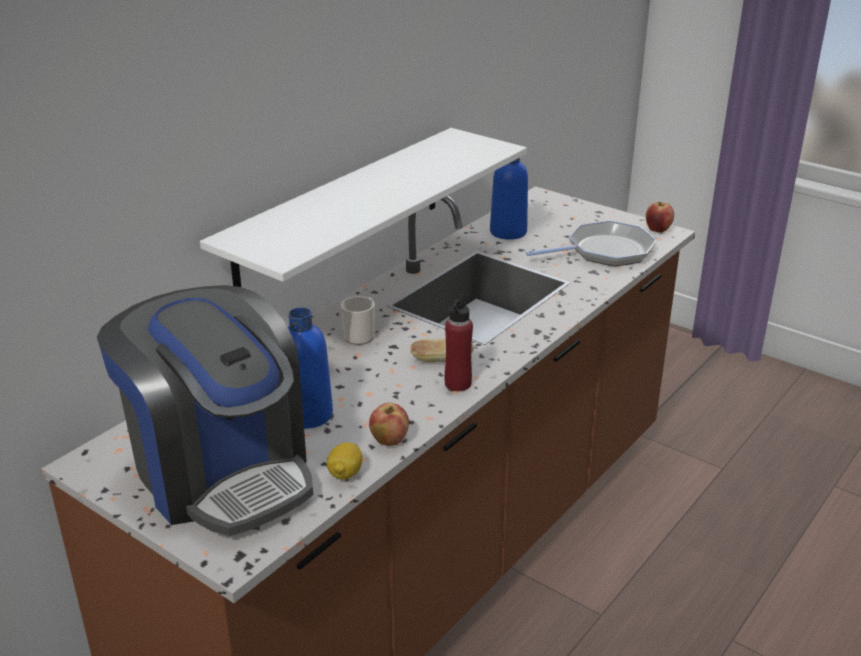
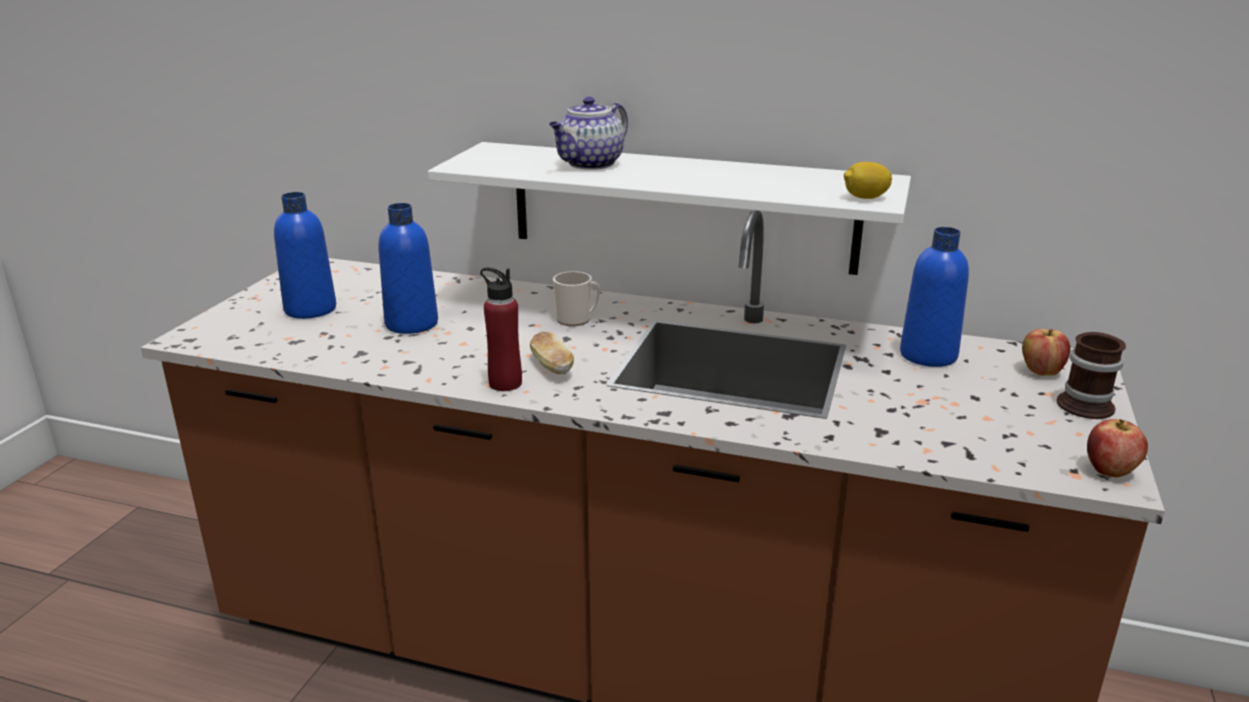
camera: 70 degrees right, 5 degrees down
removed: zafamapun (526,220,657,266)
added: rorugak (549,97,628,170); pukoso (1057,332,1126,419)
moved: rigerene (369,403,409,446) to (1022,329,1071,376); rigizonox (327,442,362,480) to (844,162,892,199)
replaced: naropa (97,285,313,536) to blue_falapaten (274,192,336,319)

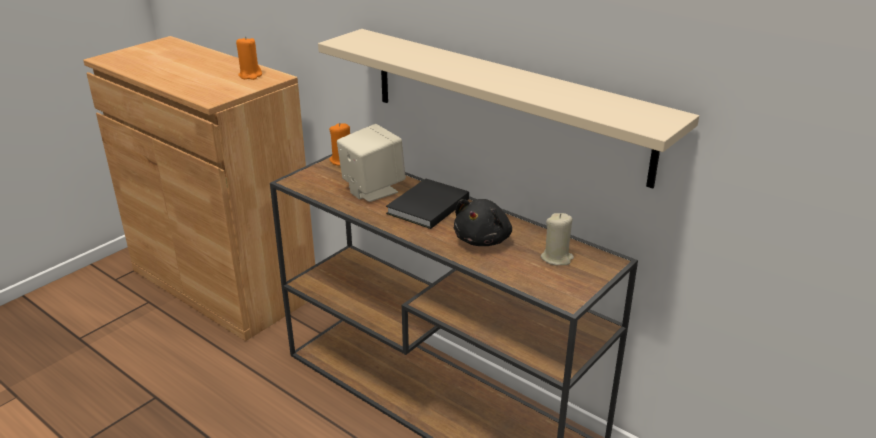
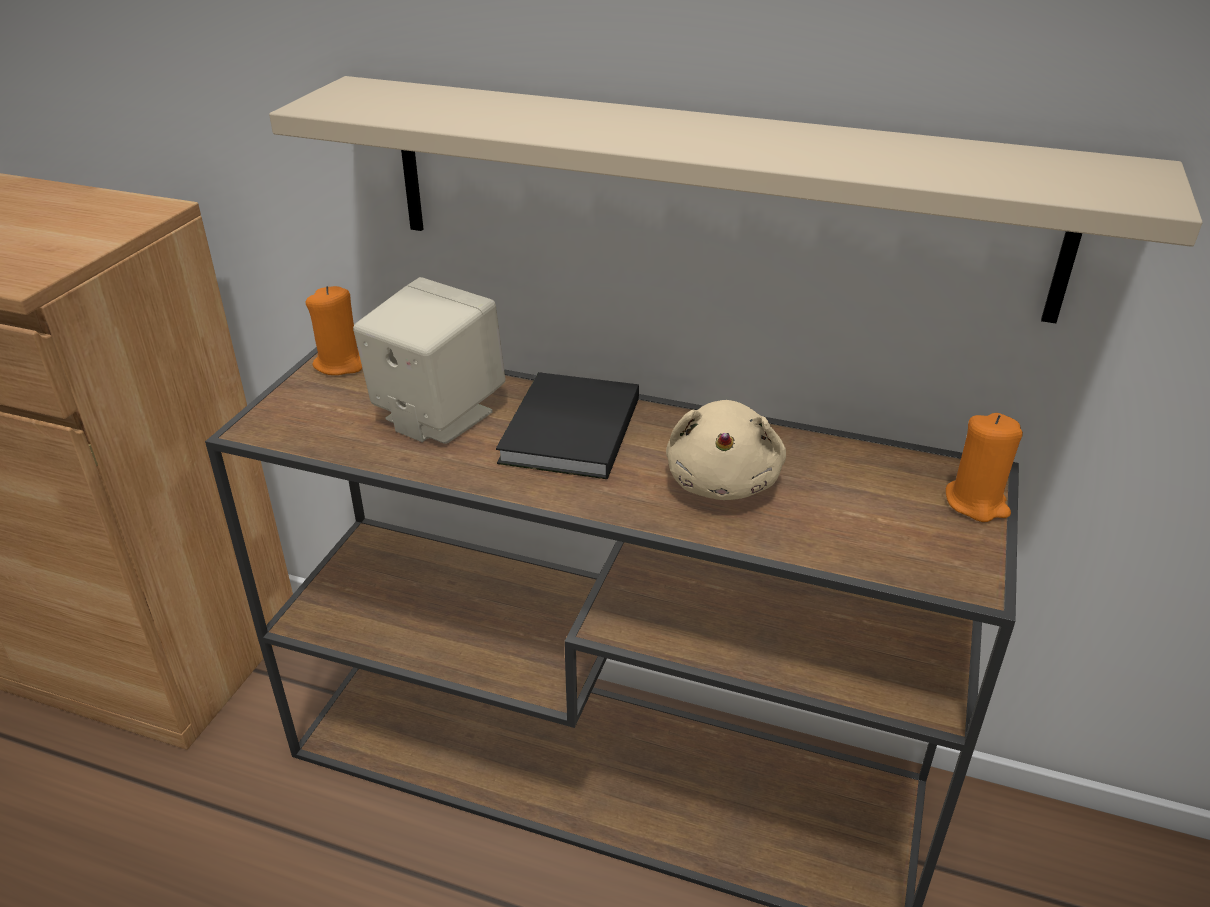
camera: 20 degrees left, 5 degrees up
removed: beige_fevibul (541,213,574,265)
moved: orange_fevibul (236,36,262,80) to (946,413,1023,522)
recoloured: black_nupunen (454,199,512,246) to beige_nupunen (666,400,786,500)

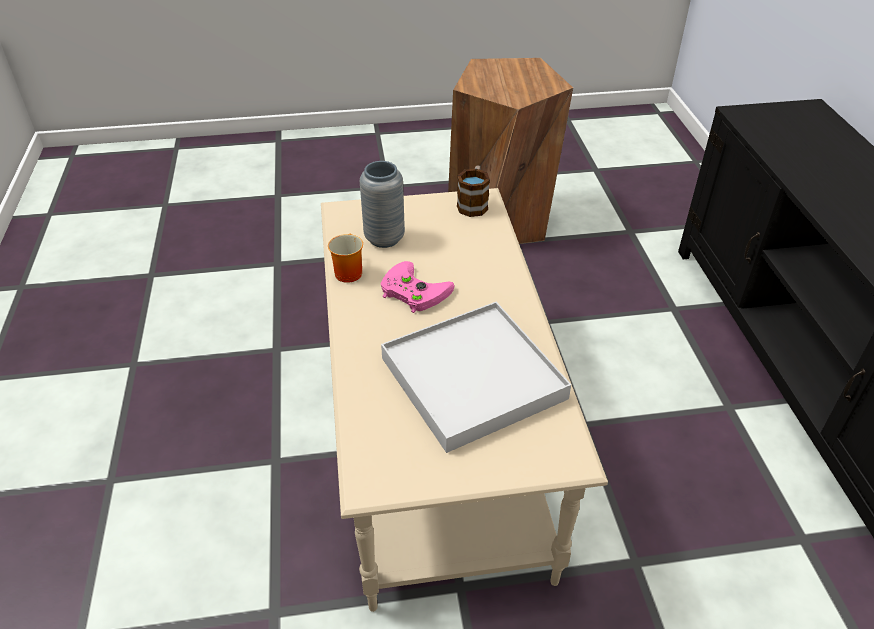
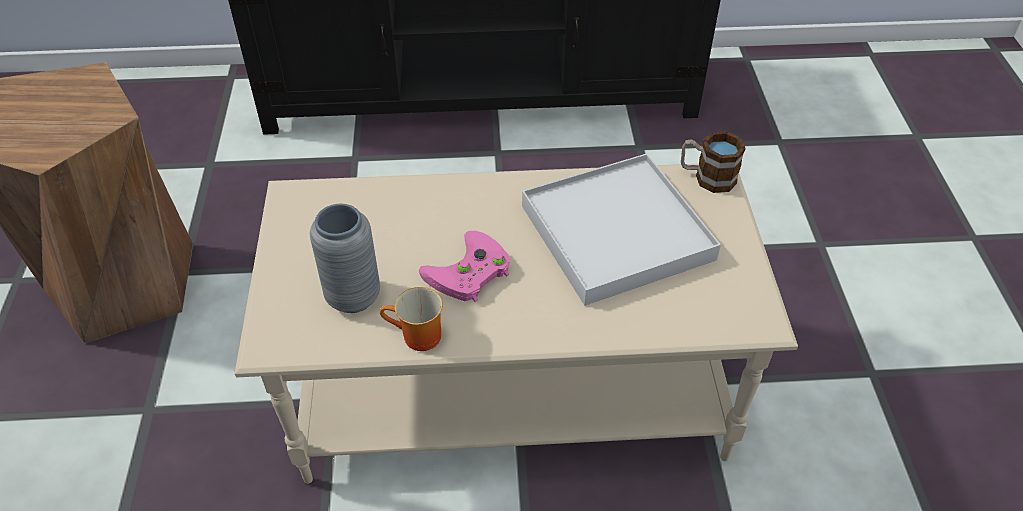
camera: 85 degrees left, 5 degrees up
moved: pukoso (457,165,490,217) to (681,131,746,193)

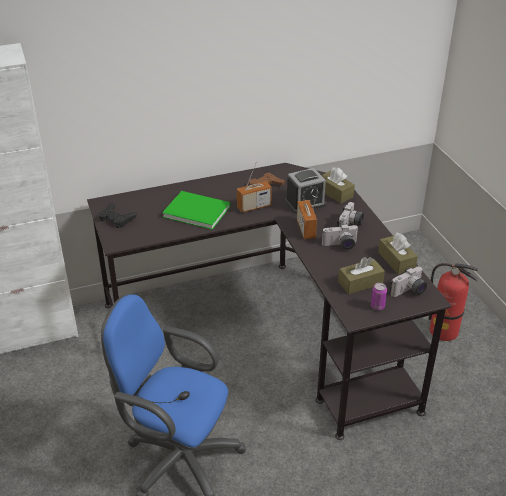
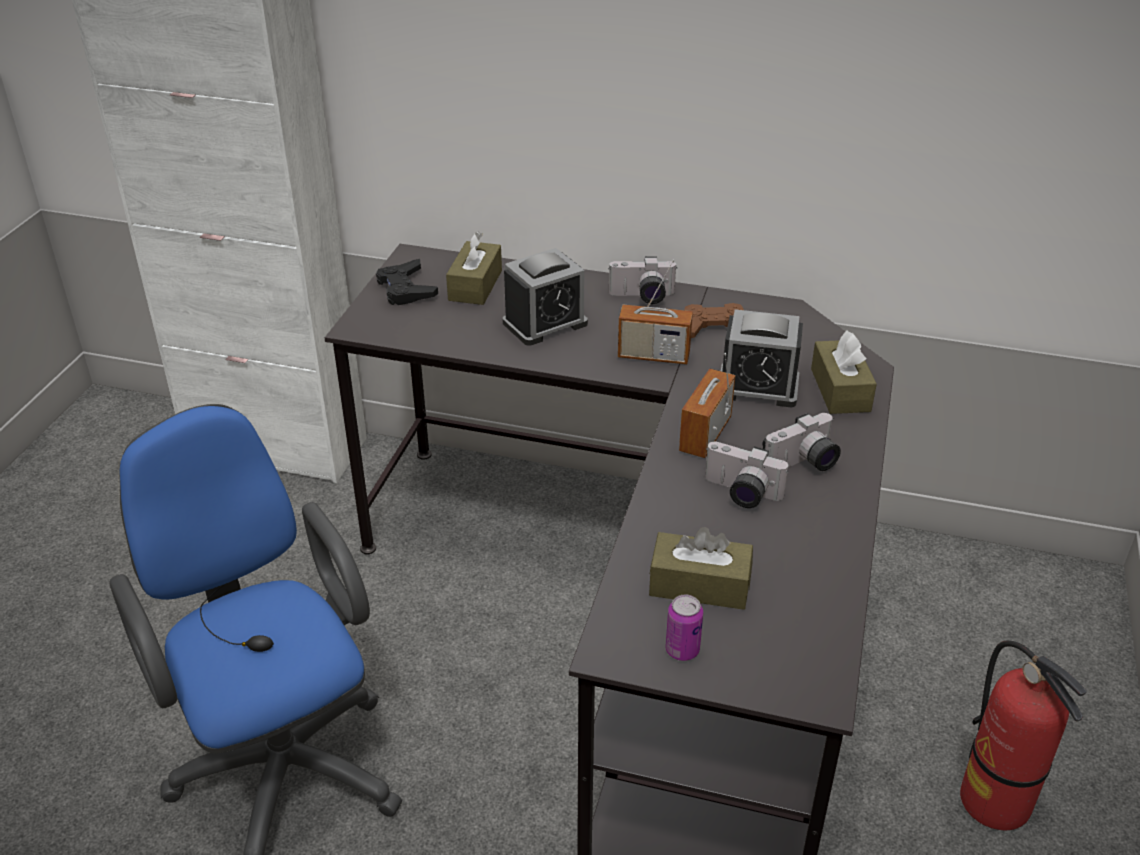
camera: 35 degrees right, 0 degrees up
moved: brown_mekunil (378,232,418,274) to (446,231,502,305); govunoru (389,266,427,297) to (608,257,678,304)
replaced: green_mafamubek (162,191,231,230) to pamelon (503,248,588,346)

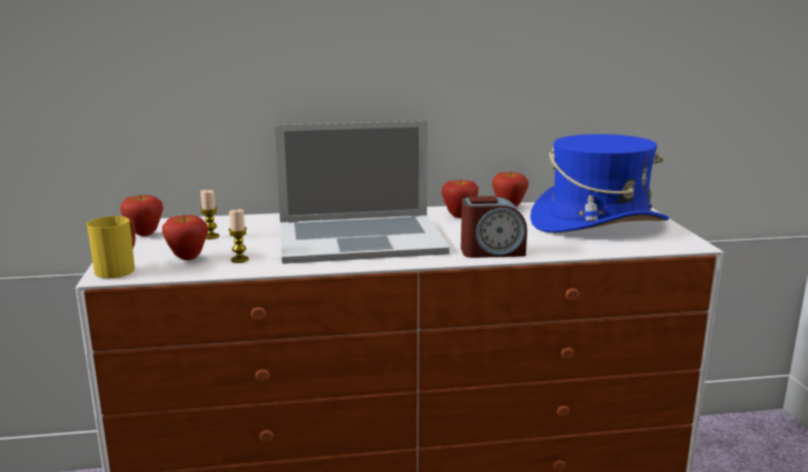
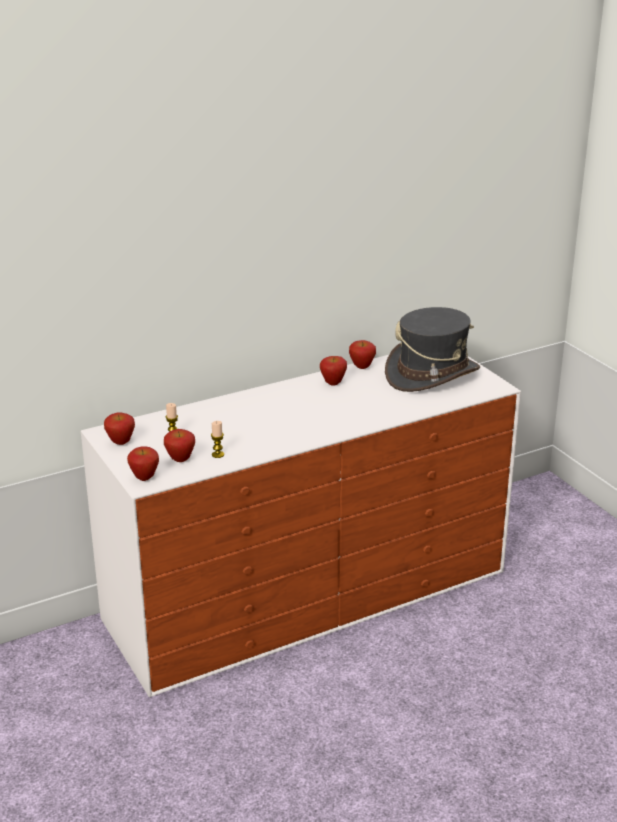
camera: 20 degrees left, 10 degrees up
removed: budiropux (275,121,450,264); pamelon (461,196,527,258)
replaced: yellow_pukoso (87,216,136,278) to rigerene (127,447,159,481)
recoloured: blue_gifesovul (530,134,669,233) to grey_gifesovul (385,307,480,392)

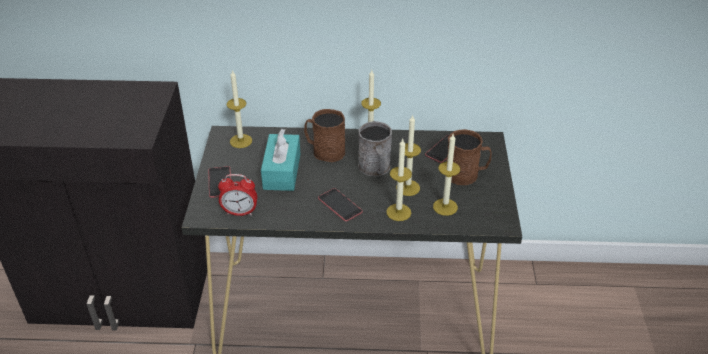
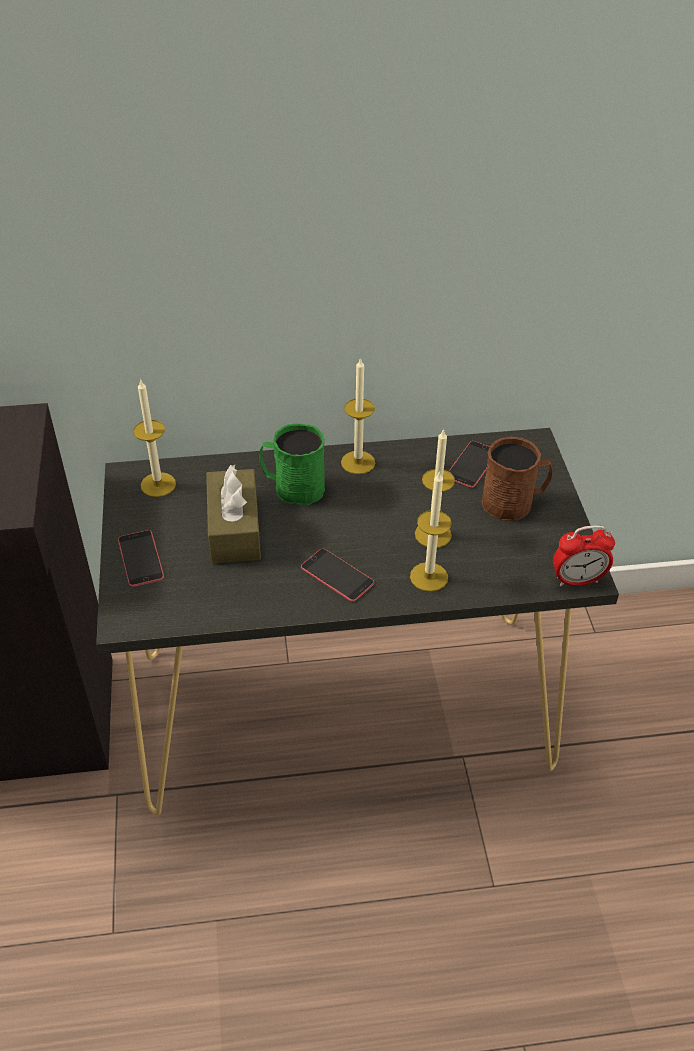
camera: 10 degrees left, 5 degrees up
removed: grey_pukoso (358,121,392,177); fevibul (433,134,460,216)
moved: pamelon (218,174,257,216) to (553,525,615,586)
recoloured: brown_pukoso (304,109,345,162) to green_pukoso (259,424,325,505); turquoise_mekunil (261,129,300,191) to brown_mekunil (206,465,261,564)

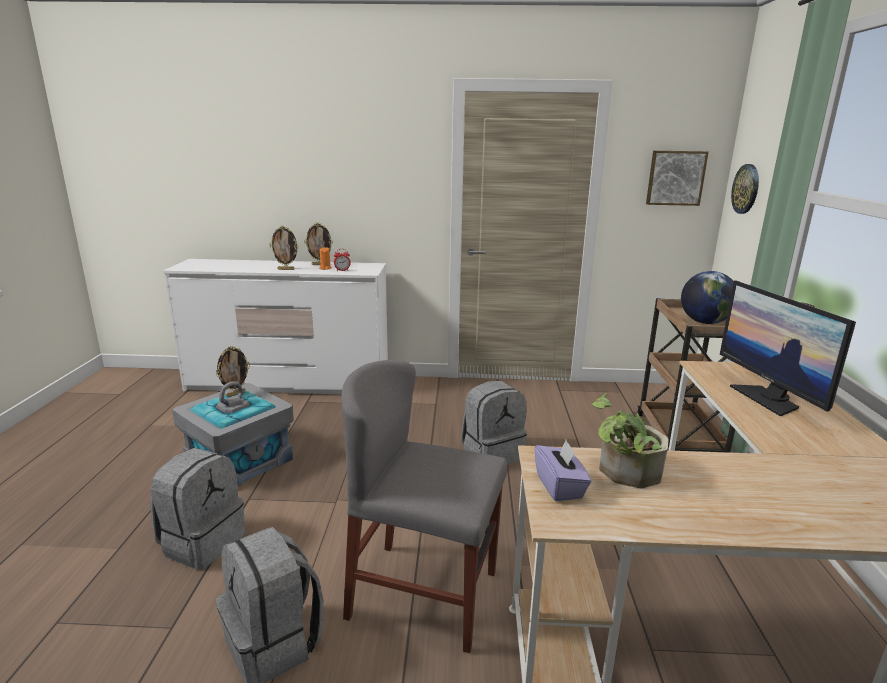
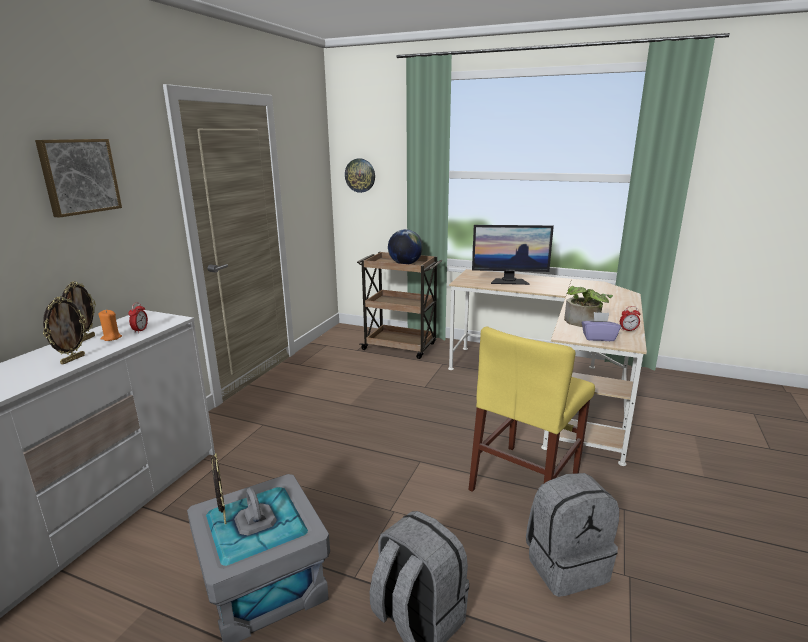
camera: 70 degrees left, 0 degrees up
removed: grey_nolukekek (461,381,527,465)
added: pamelon (620,306,640,331)
moved: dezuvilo (646,151,709,206) to (35,139,122,218)
recoloured: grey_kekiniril (341,360,507,653) to yellow_kekiniril (468,326,595,492)

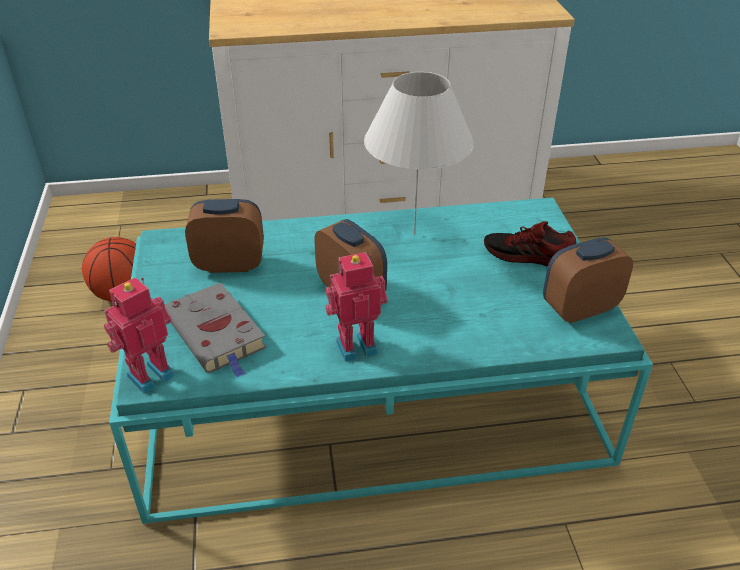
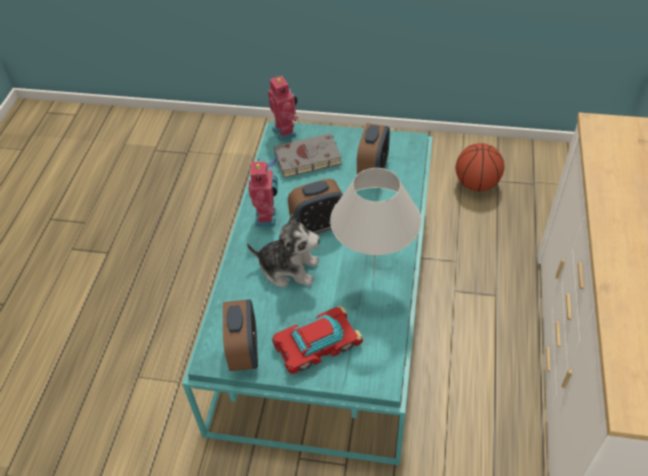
camera: 110 degrees right, 10 degrees up
added: nupunen (247,214,320,288)
replaced: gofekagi (484,221,576,267) to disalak (272,306,363,374)

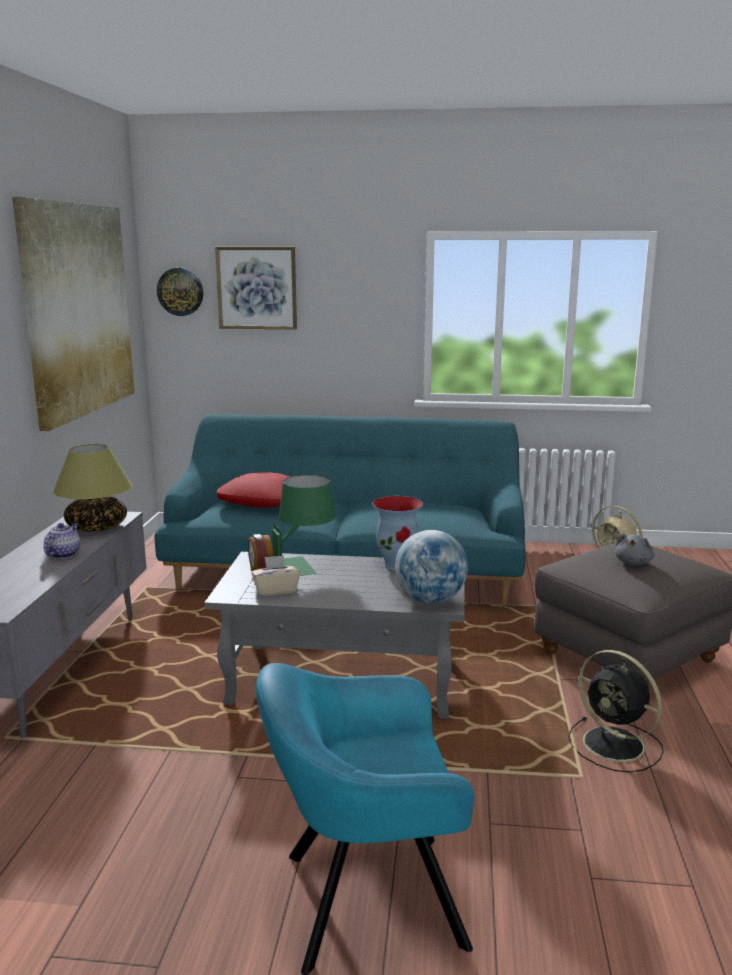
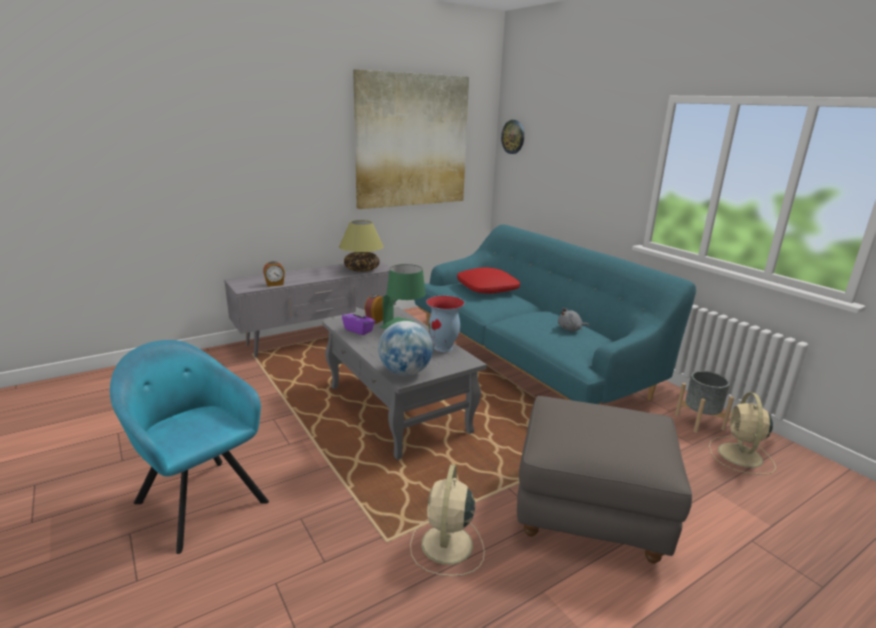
camera: 50 degrees right, 5 degrees up
removed: dezuvilo (215,247,297,330); rorugak (44,523,80,559)
added: pamelon (263,261,285,287); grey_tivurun (675,371,734,433)
moved: grey_nupunen (615,534,655,565) to (558,307,589,331)
recoloured: beige_mekunil (251,555,300,596) to purple_mekunil (342,307,375,335); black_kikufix (568,650,664,773) to beige_kikufix (410,465,485,576)

